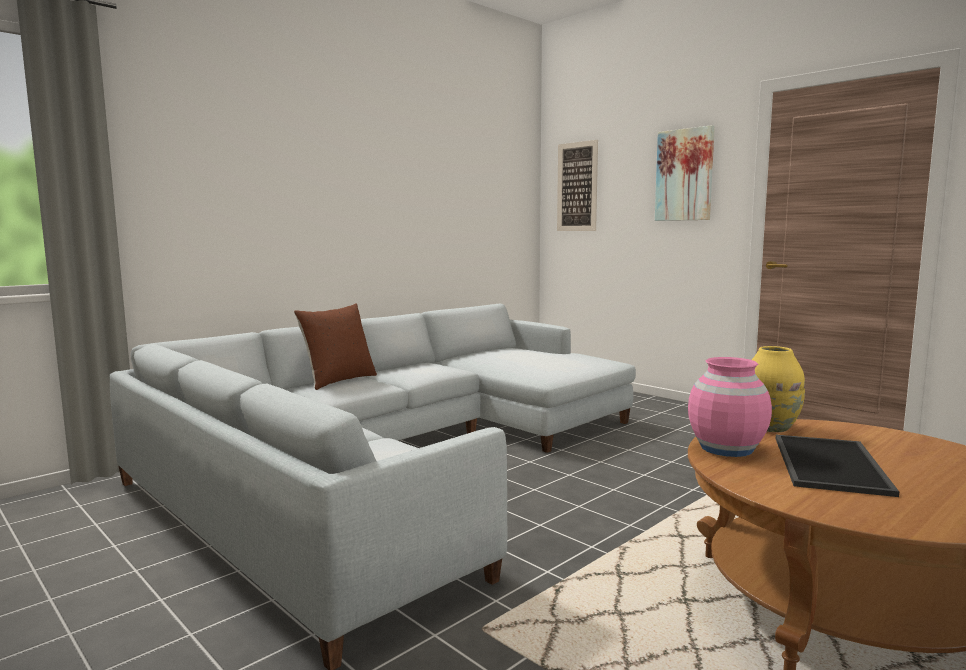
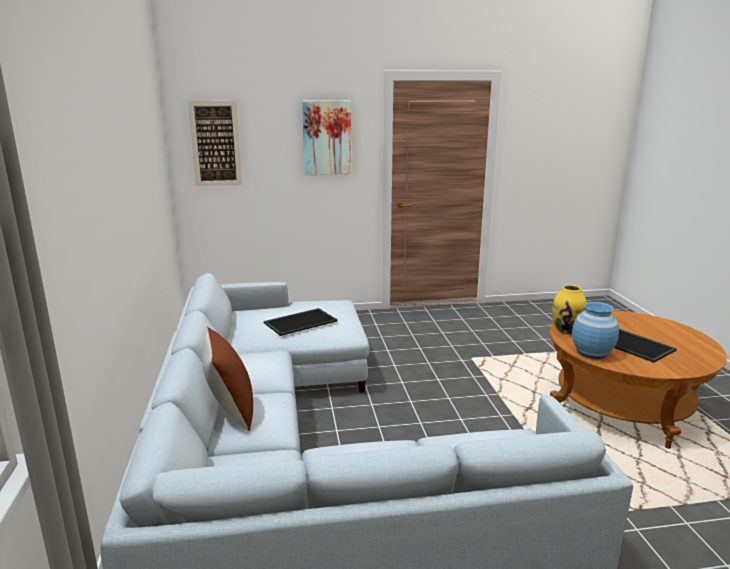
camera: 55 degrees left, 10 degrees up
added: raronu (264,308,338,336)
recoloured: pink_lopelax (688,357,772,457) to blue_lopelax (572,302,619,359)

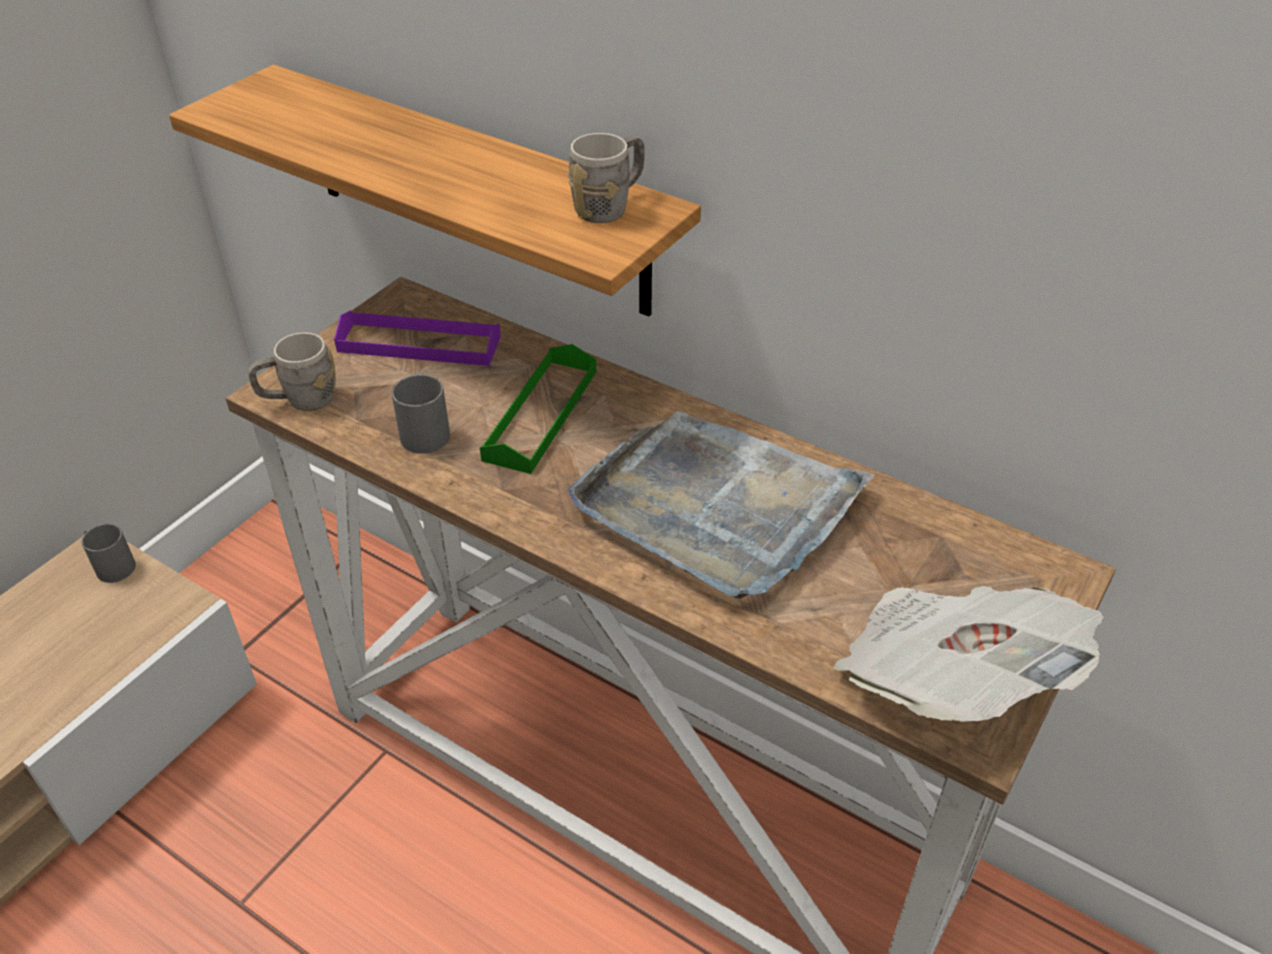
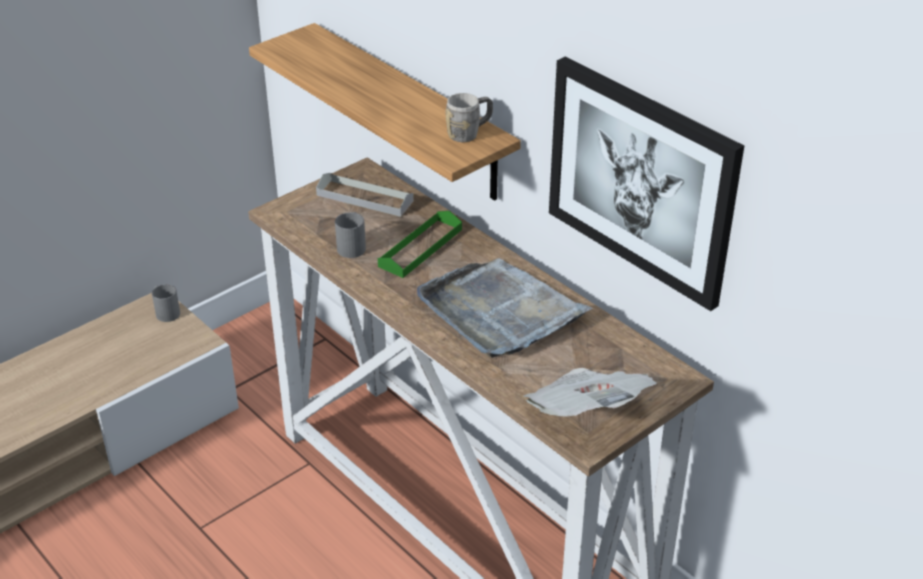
camera: 15 degrees right, 5 degrees down
removed: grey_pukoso (248,332,336,411)
added: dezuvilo (549,56,744,311)
recoloured: purple_raronu (334,311,501,366) to grey_raronu (316,173,414,217)

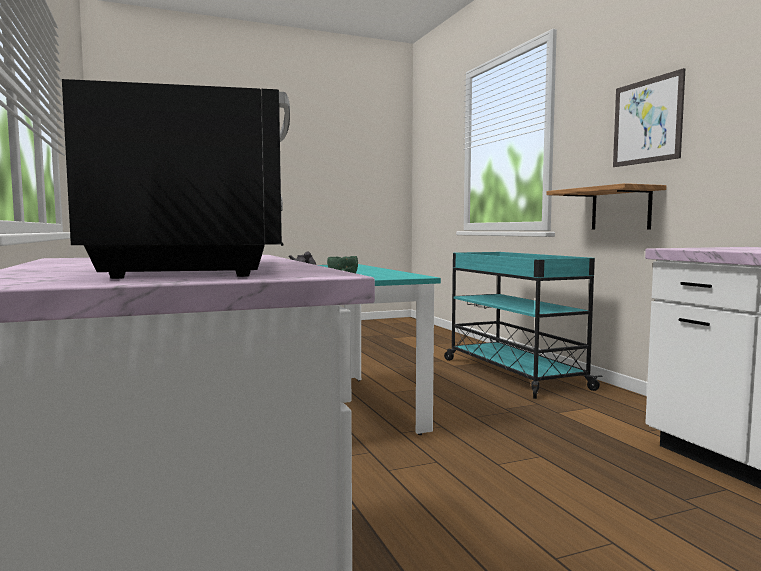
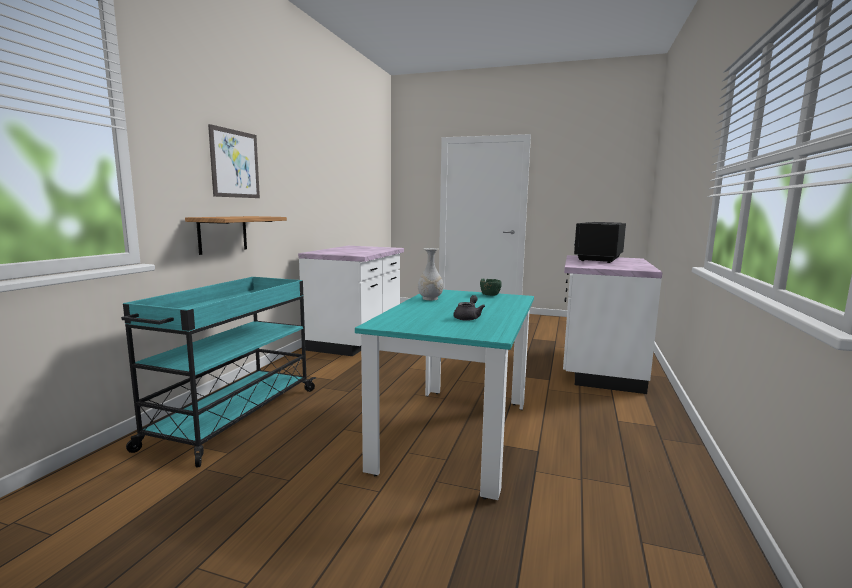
camera: 140 degrees left, 5 degrees up
added: white_lopelax (418,248,443,300)

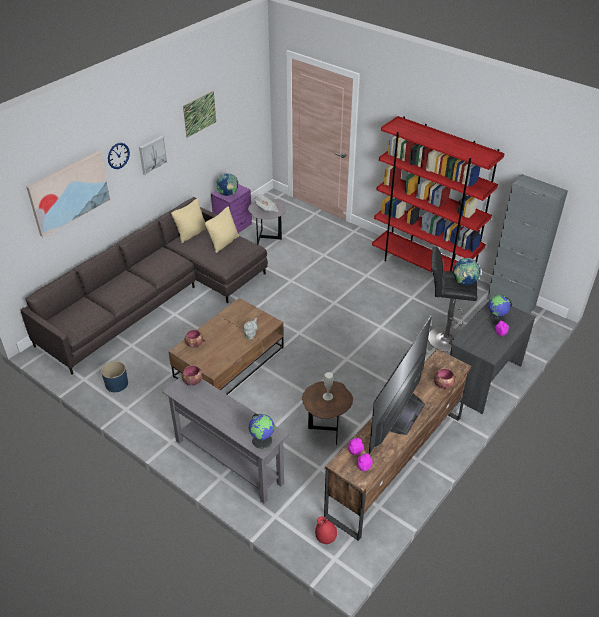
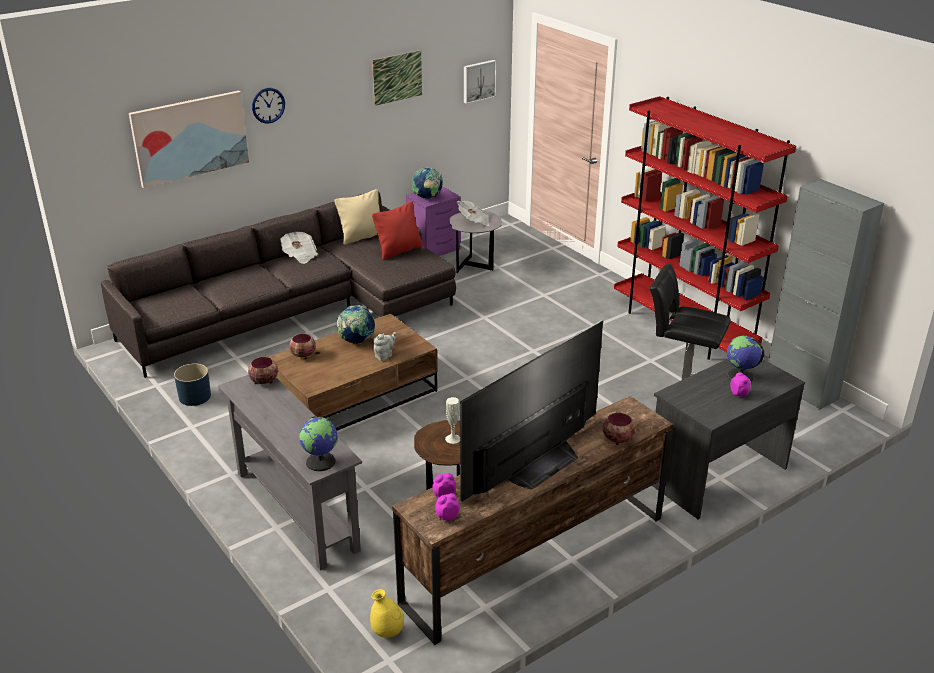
camera: 15 degrees right, 10 degrees down
added: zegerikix (280,232,318,264)
moved: dezuvilo (139,135,168,175) to (464,60,496,104); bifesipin (453,258,481,285) to (337,305,375,344)
recoloured: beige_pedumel (205,207,239,253) to red_pedumel (372,201,423,260); red_lopelax (315,516,337,544) to yellow_lopelax (370,589,404,638)

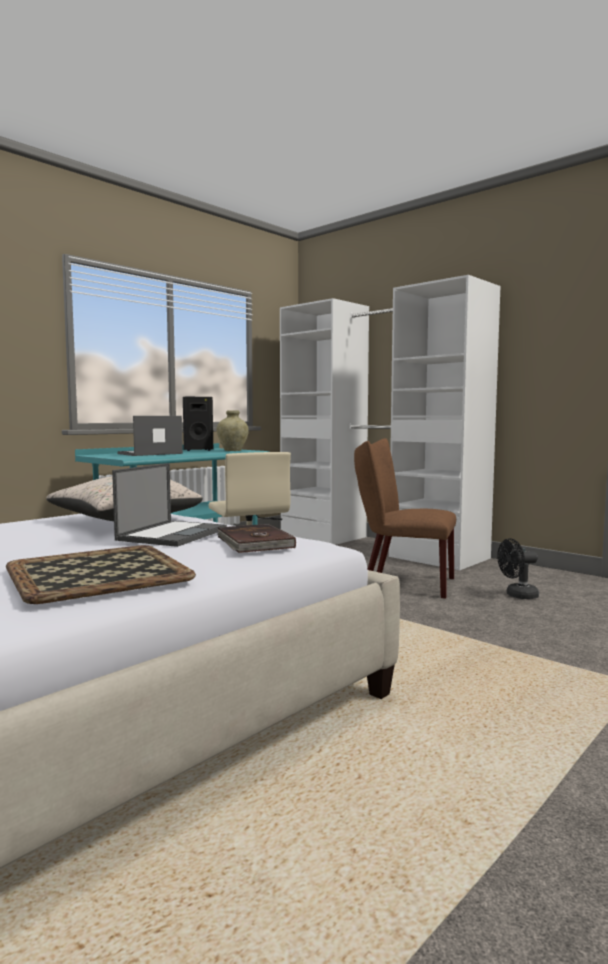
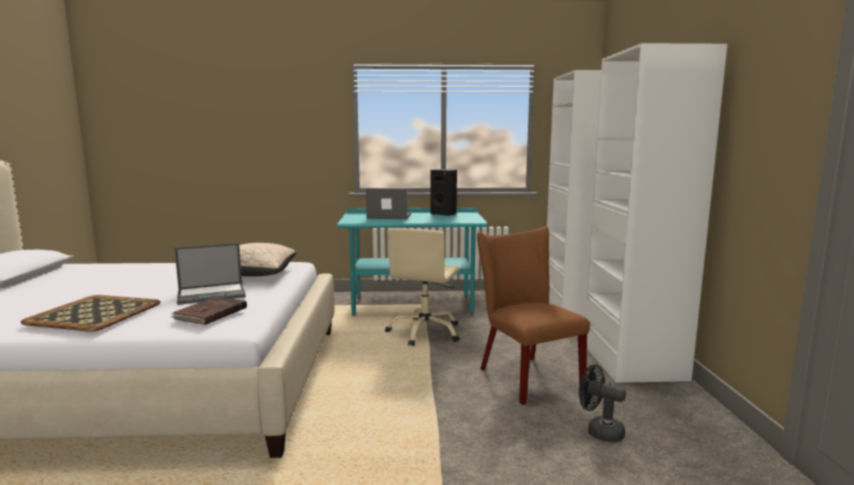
camera: 45 degrees right, 5 degrees up
removed: beige_lopelax (217,410,249,451)

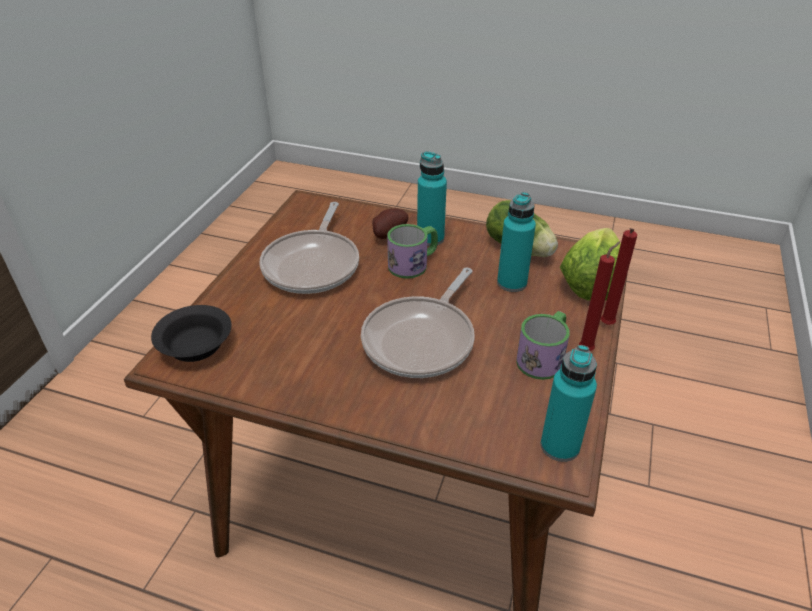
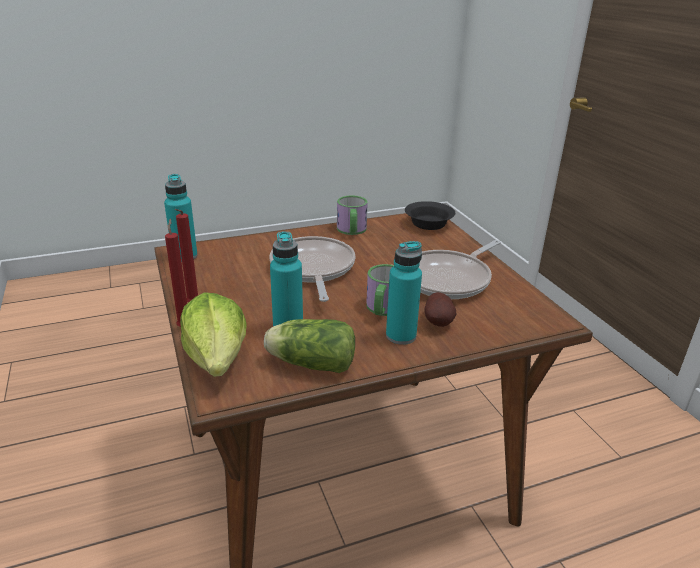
camera: 140 degrees right, 10 degrees down
moved: pukoso (516,311,570,380) to (337,195,368,235)
turned: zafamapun (259,202,359,294) = (419,240,501,299) 105 degrees counterclockwise

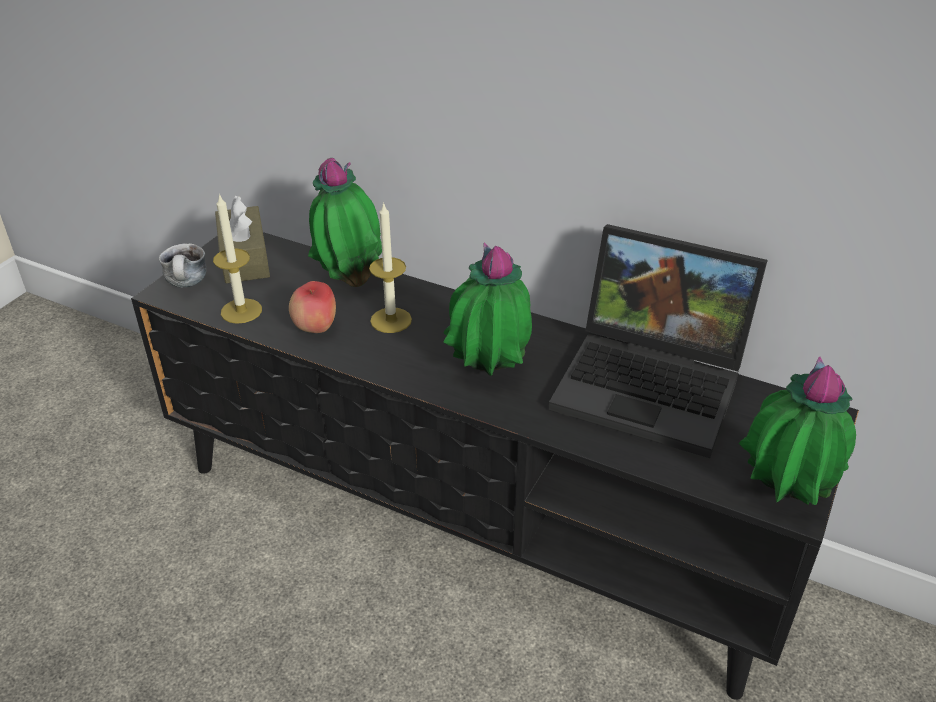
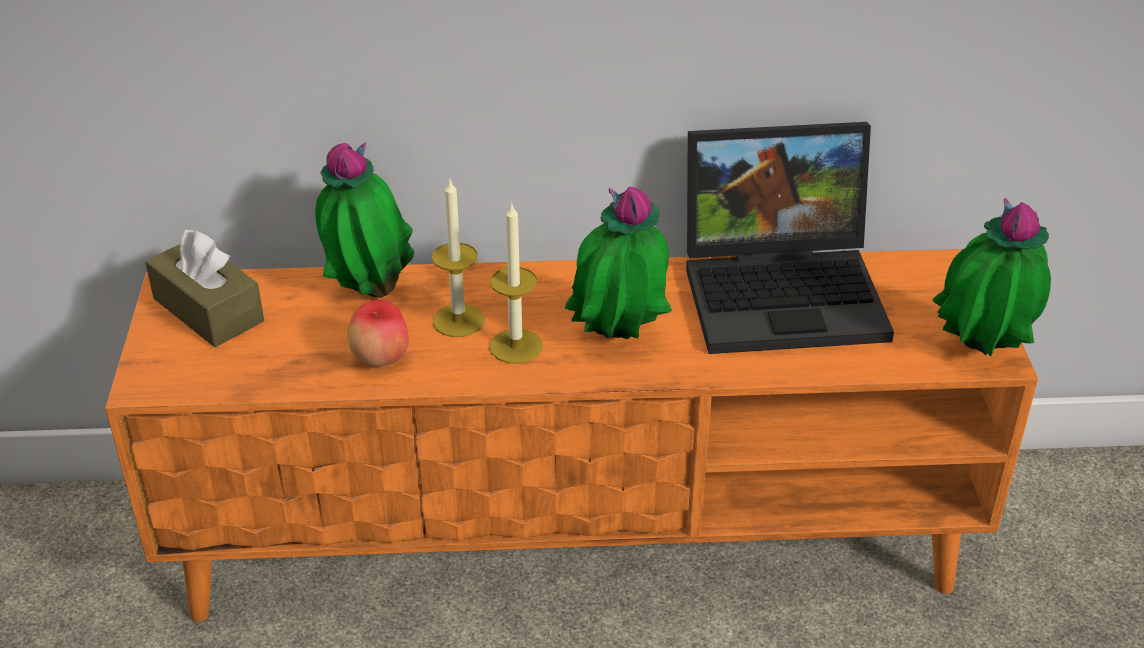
camera: 30 degrees left, 0 degrees up
removed: pukoso (159,243,207,288)
moved: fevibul (213,193,262,324) to (489,201,543,364)
recoloured: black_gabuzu (131,232,859,700) to orange_gabuzu (105,249,1038,622)

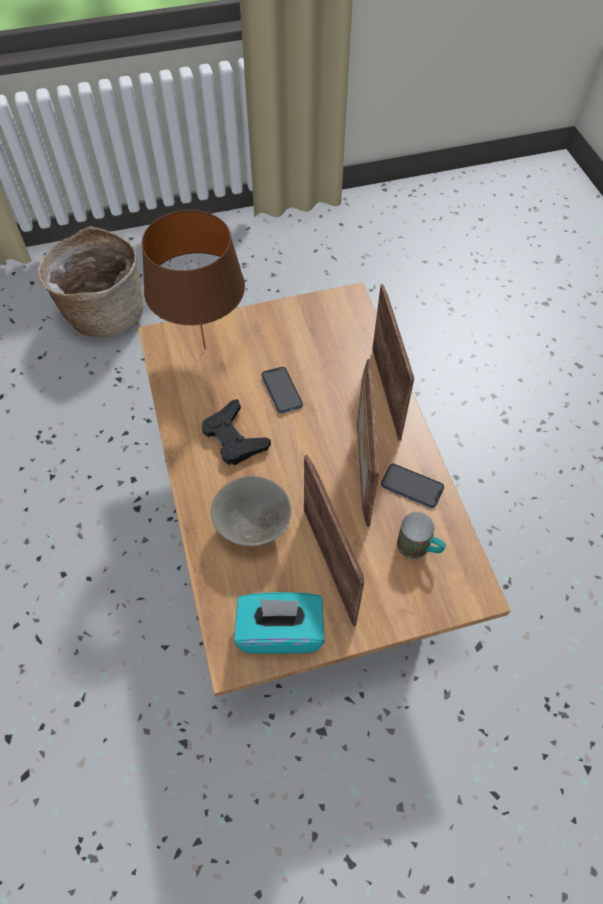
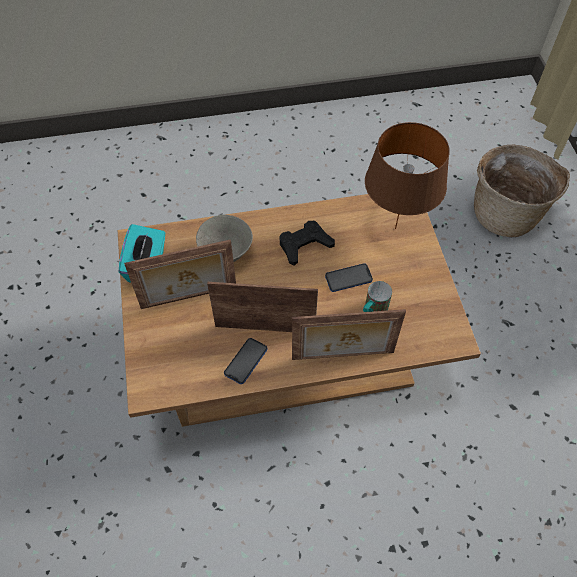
camera: 95 degrees right, 0 degrees up
moved: pukoso (397,512,446,559) to (363,281,392,312)

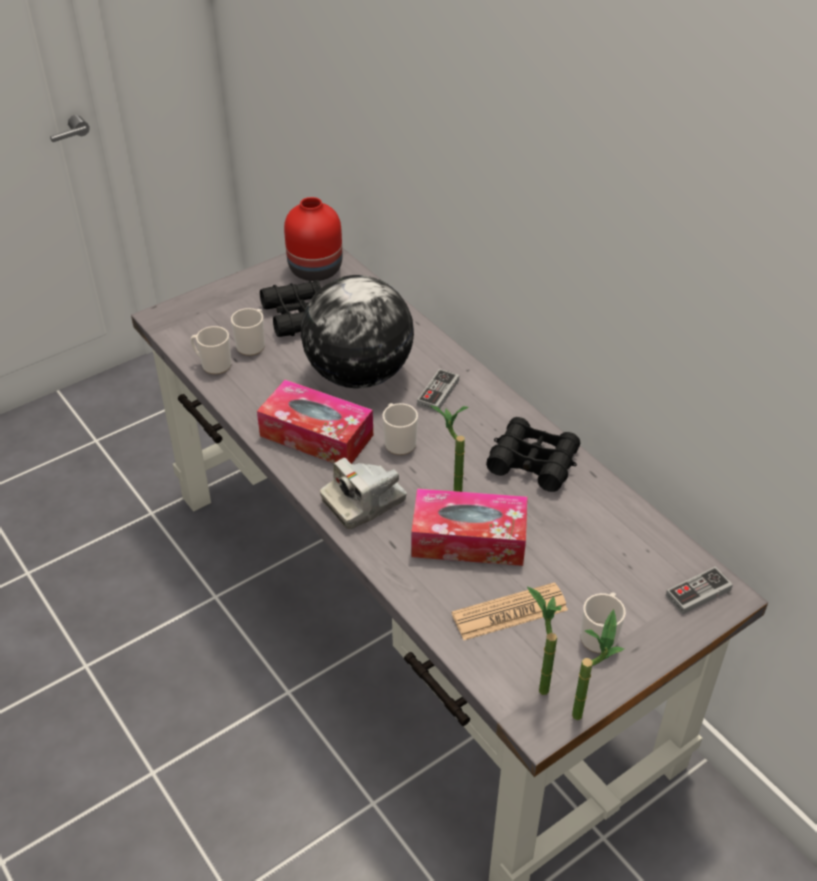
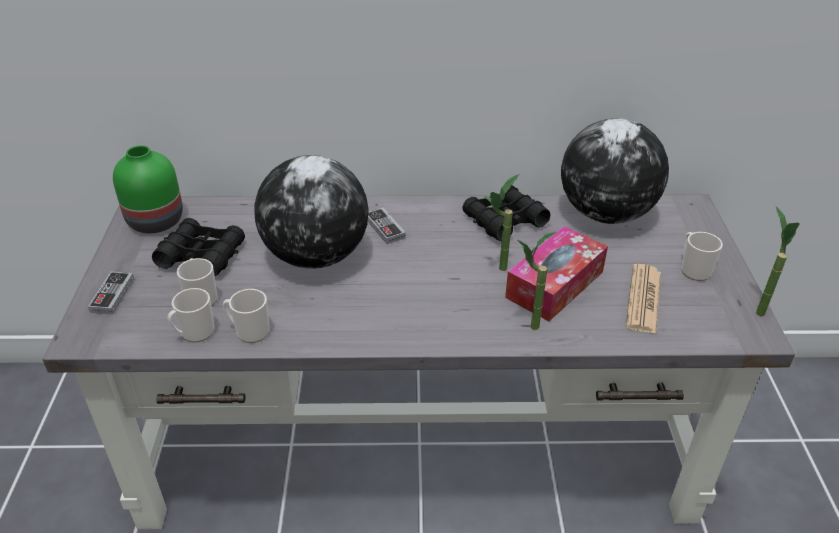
camera: 55 degrees left, 5 degrees down
removed: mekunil (257,380,373,464); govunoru (320,457,407,529)
added: bifesipin (561,118,669,224)
moved: pukoso (383,403,418,455) to (223,289,270,343); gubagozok (665,566,733,615) to (88,271,134,314); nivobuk (527,587,561,695) to (516,232,556,330)
recoloured: red_lopelax (284,197,342,281) to green_lopelax (113,145,183,233)

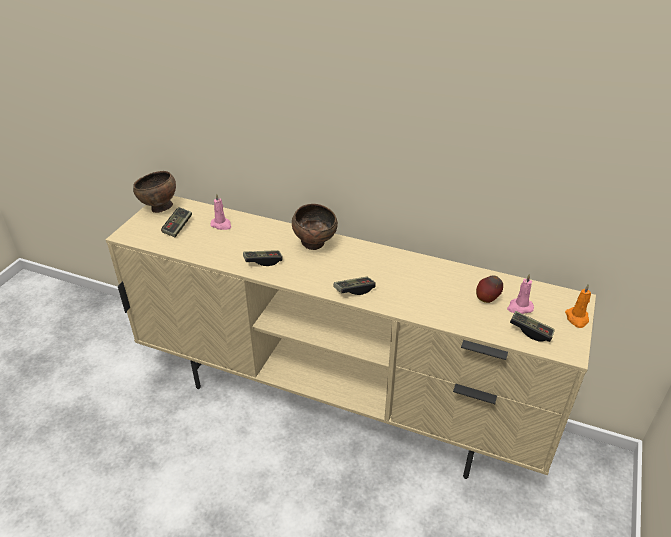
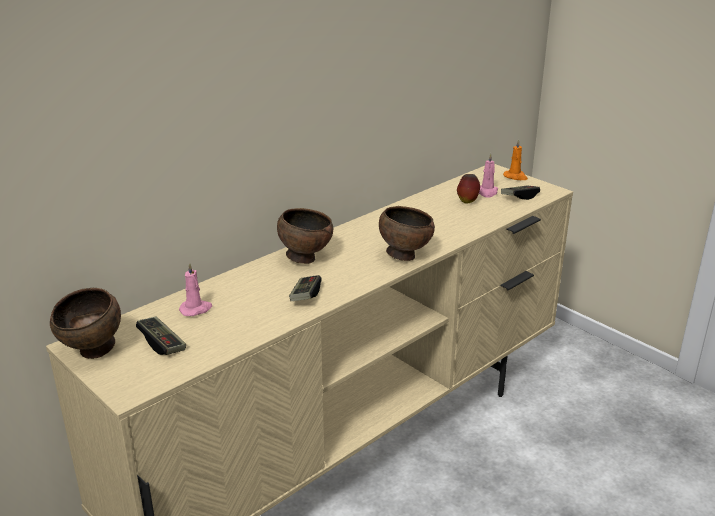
camera: 65 degrees left, 10 degrees down
replaced: gubagozok (334,277,376,295) to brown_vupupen (379,206,435,261)

